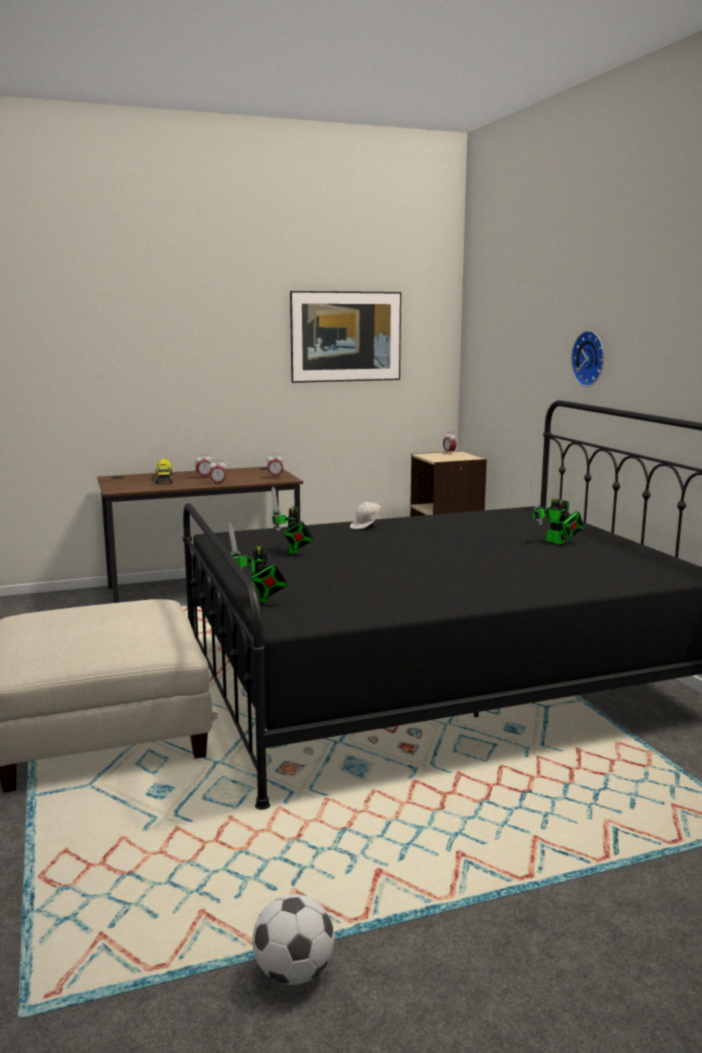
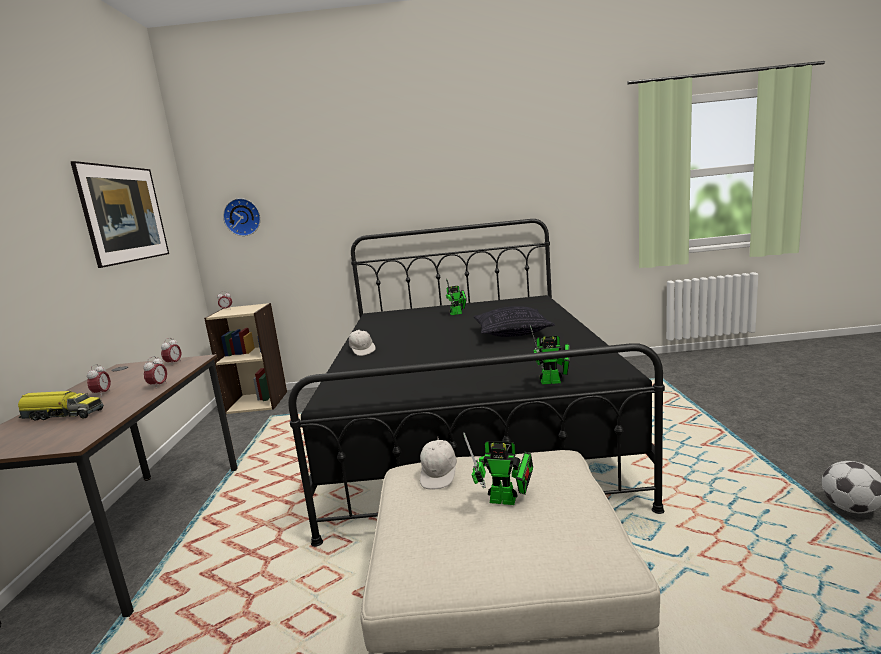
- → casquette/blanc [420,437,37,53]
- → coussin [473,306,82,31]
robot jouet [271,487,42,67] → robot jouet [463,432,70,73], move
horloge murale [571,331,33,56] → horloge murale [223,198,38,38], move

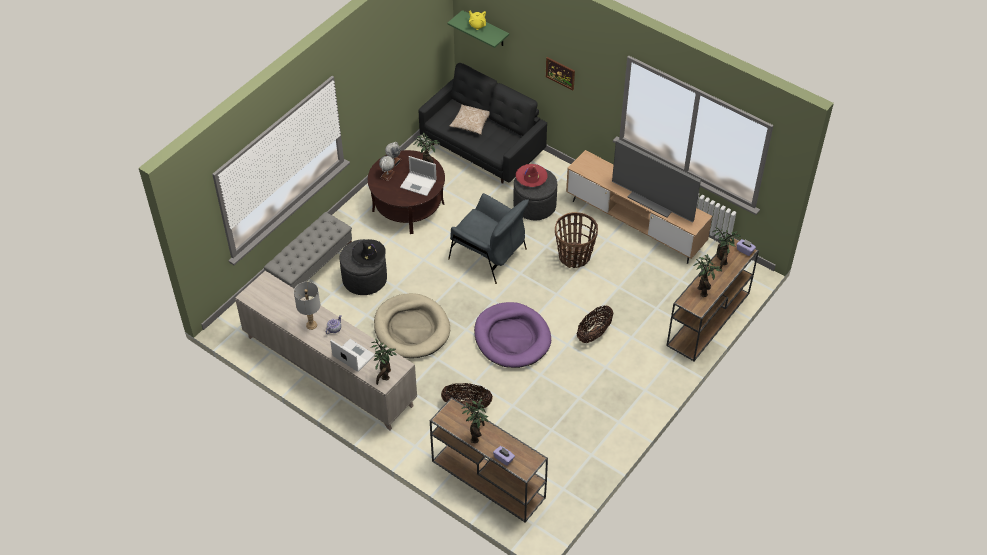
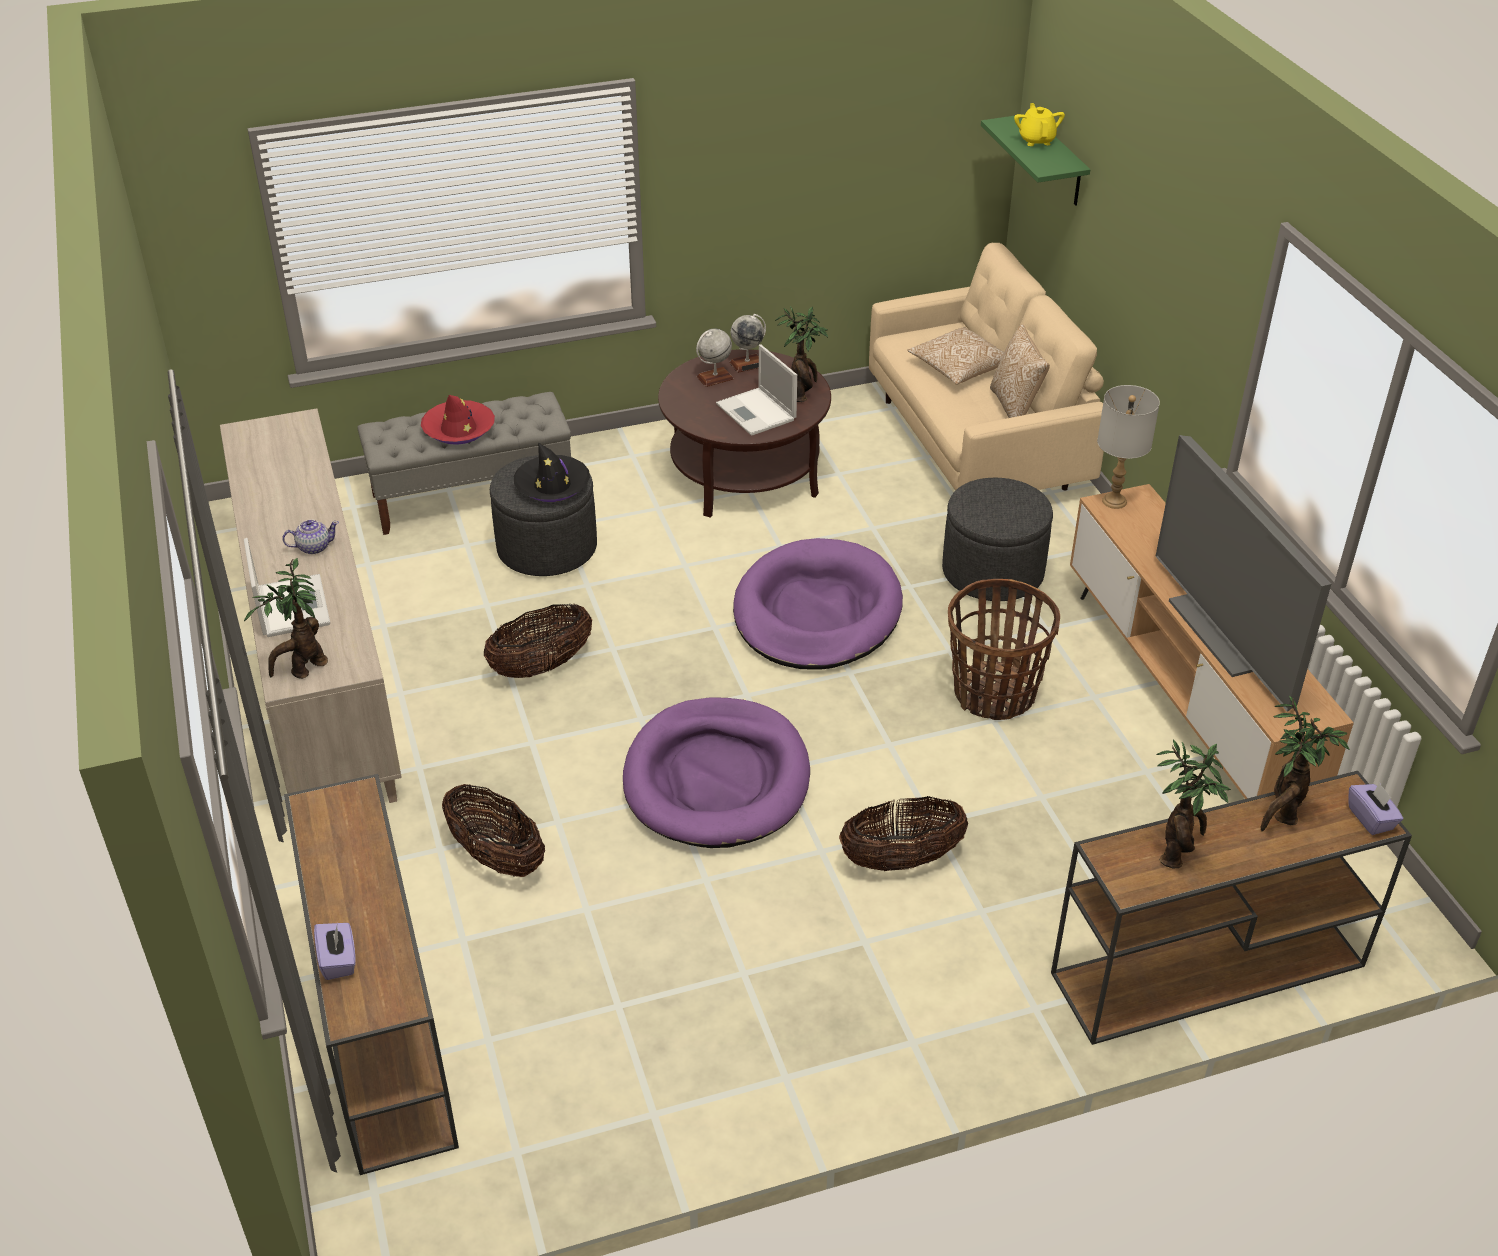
plante en pot [461,399,28,44] → -
tableau [546,57,29,34] → -
- → coussin [990,324,60,94]
lampe de table/gris [294,282,26,48] → lampe de table/gris [1097,385,63,124], move
chapeau/rouge [516,164,32,23] → chapeau/rouge [421,395,74,50], move
panier pour chien/beige [374,293,76,65] → panier [484,603,108,75]
fauteuil/gris [448,193,81,91] → panier pour chien/violet [733,538,170,132]
canapé/noir [419,63,128,120] → canapé/beige [869,243,235,248]

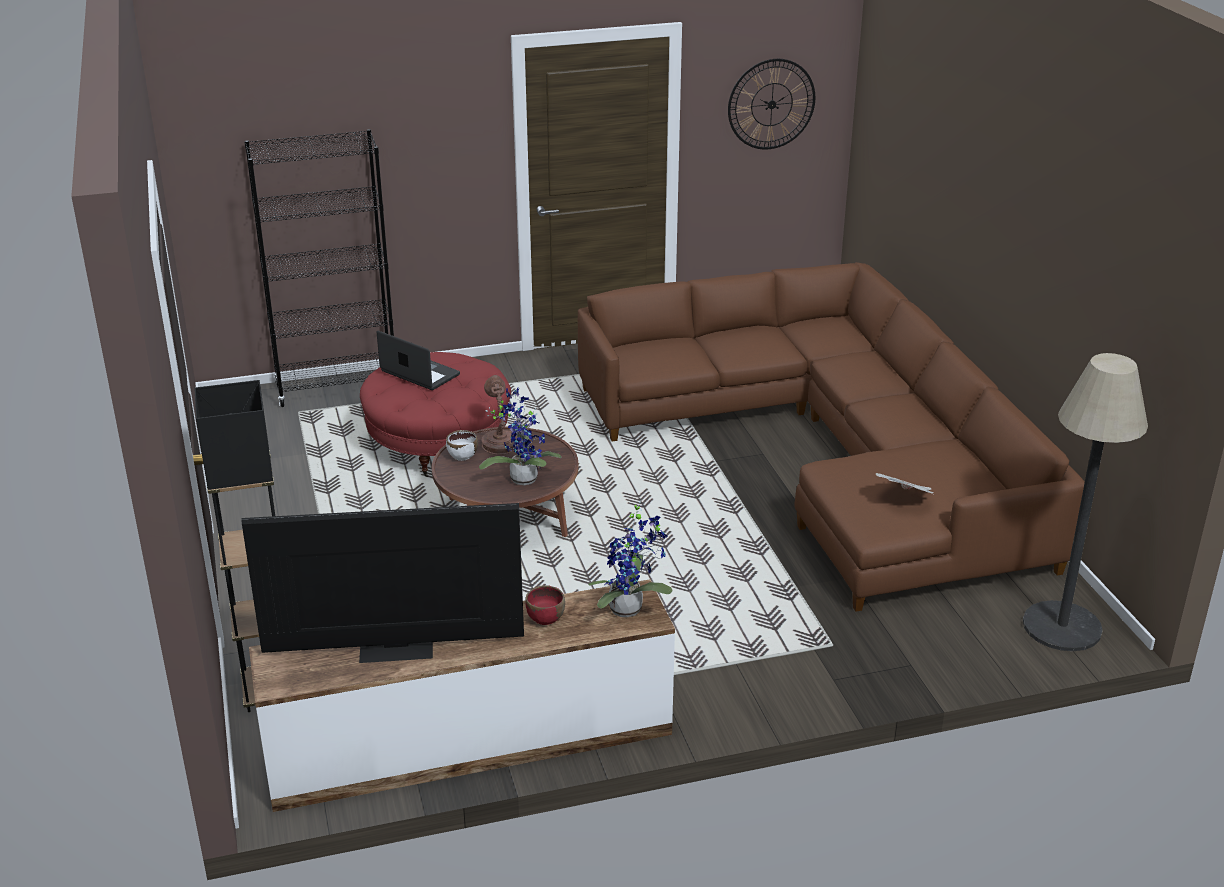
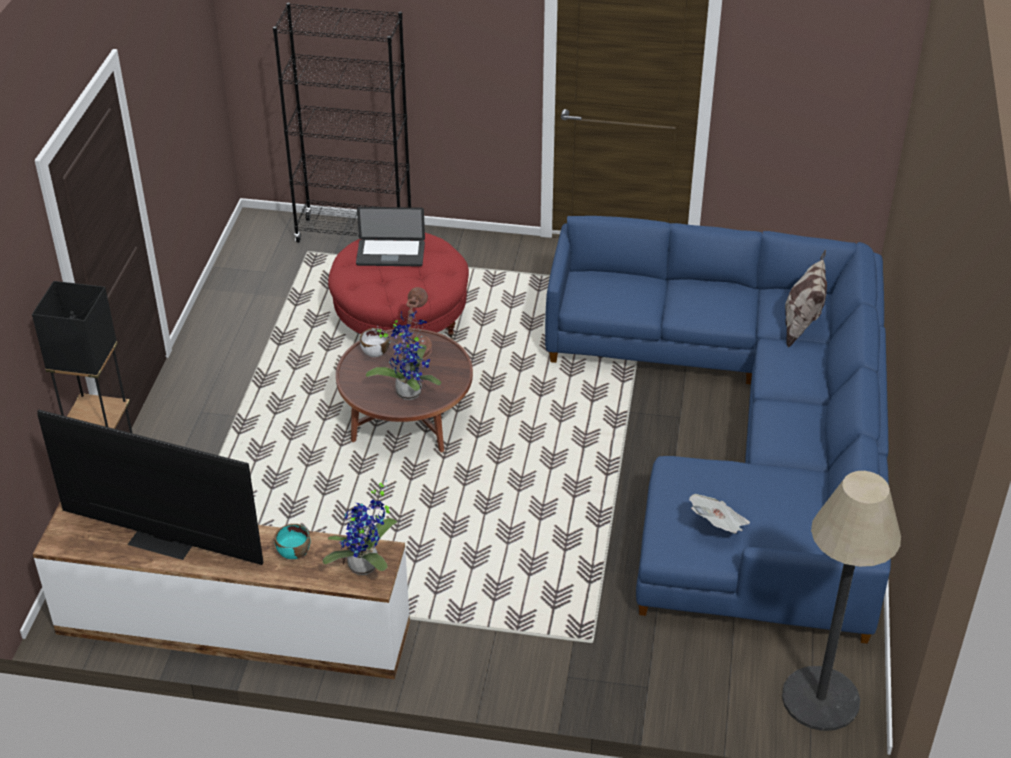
horloge murale [728,59,87,91] → -
- → coussin [785,250,42,97]
bol/rouge [525,585,40,40] → bol/turquoise [274,524,36,35]
canapé/marron [578,262,507,350] → canapé/bleu [545,216,346,428]
ordinateur portable [377,331,83,59] → ordinateur portable [356,207,69,59], 120 degrees clockwise

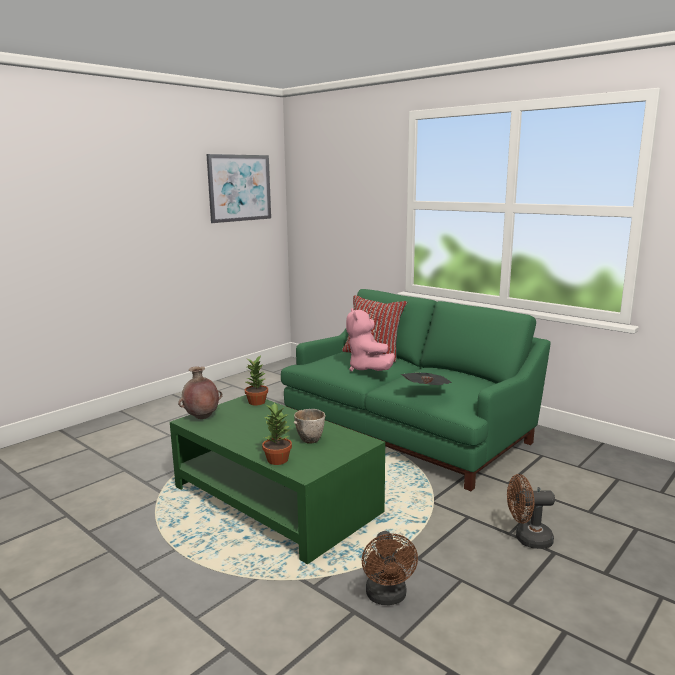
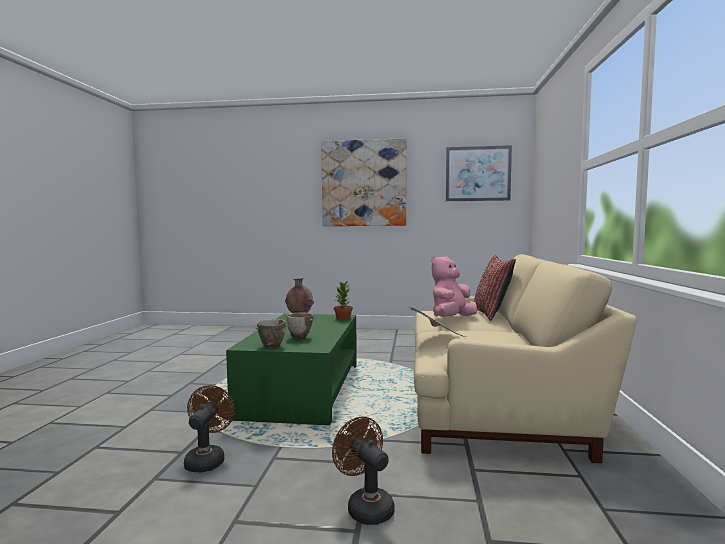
plante en pot [262,402,30,63] → -
- → bol [256,319,31,29]
- → tableau [321,138,86,88]
canapé/vert [281,289,269,202] → canapé/beige [414,254,223,209]
ventilateur/marron [362,531,56,74] → ventilateur/marron [184,385,51,87], 135 degrees clockwise

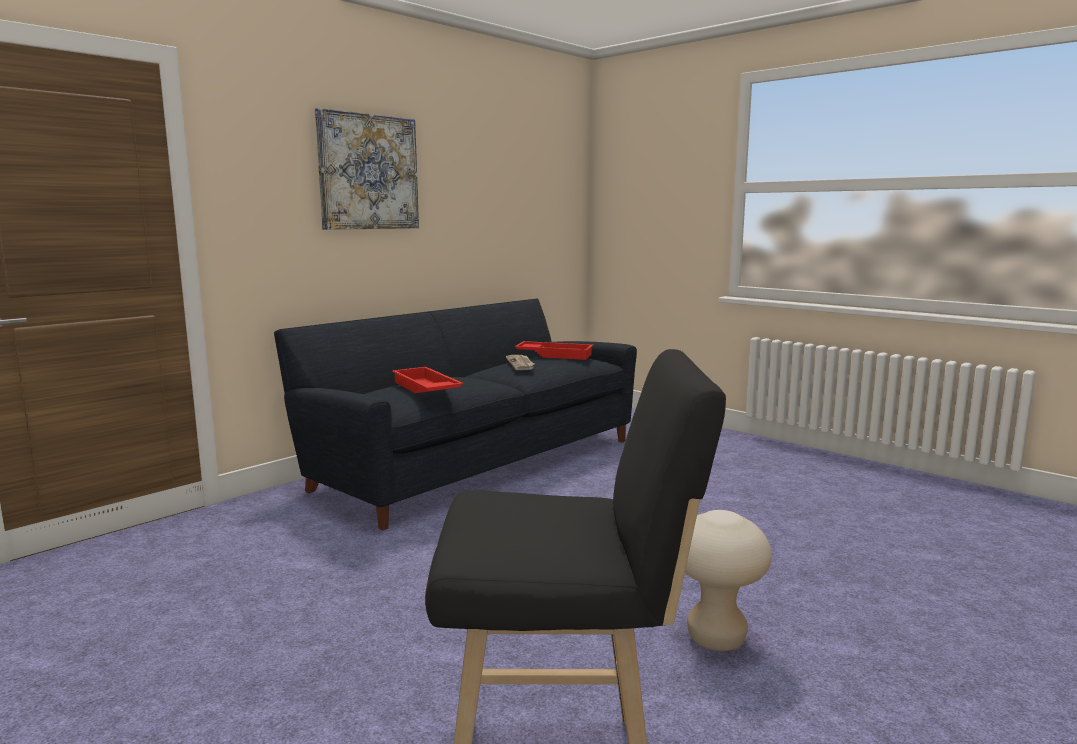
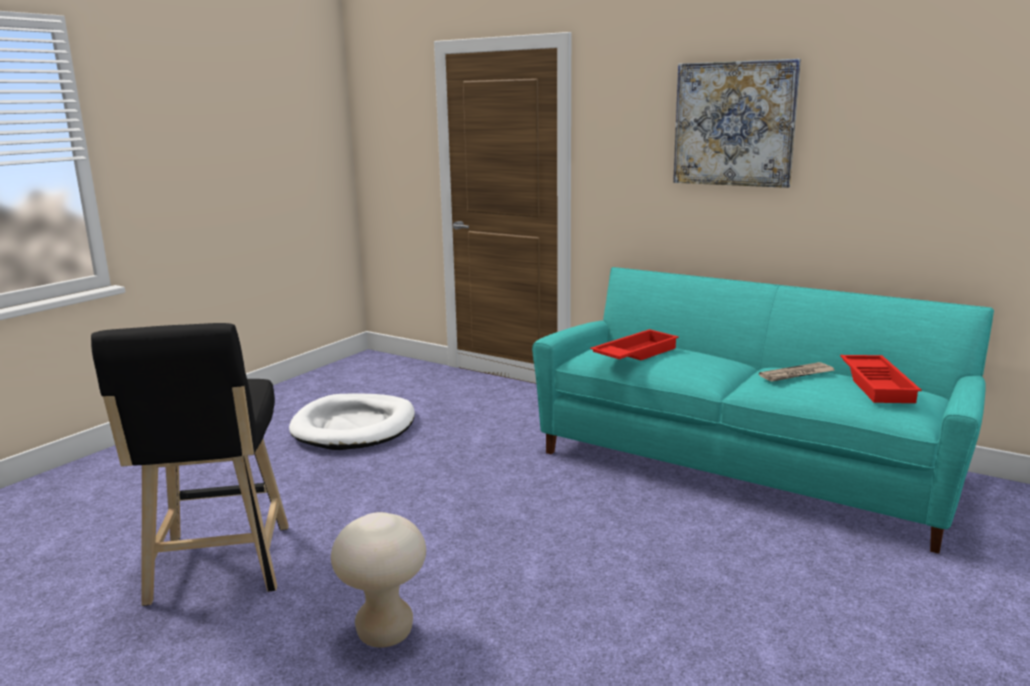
- → panier pour chien/blanc [289,394,126,56]
canapé/noir [274,299,363,232] → canapé/turquoise [532,267,462,287]

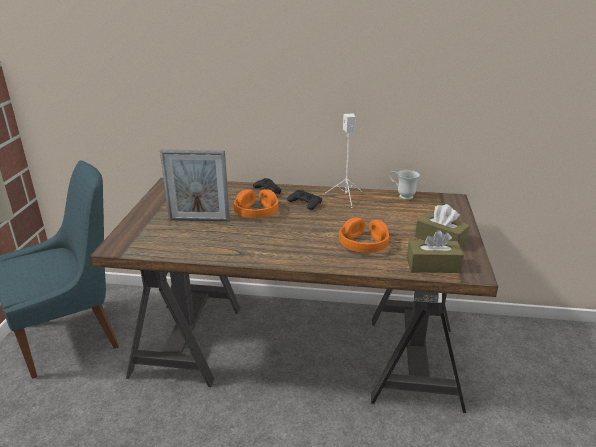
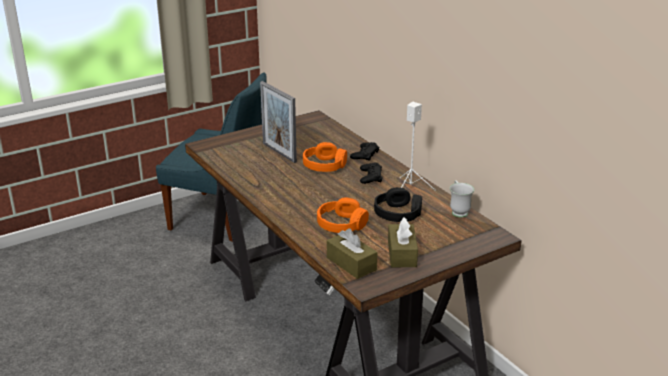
- → casque audio/noir [374,187,48,35]

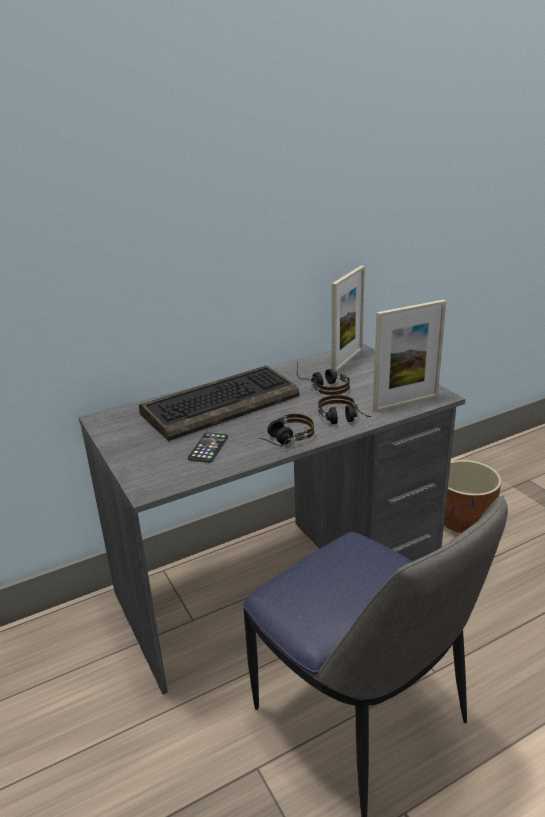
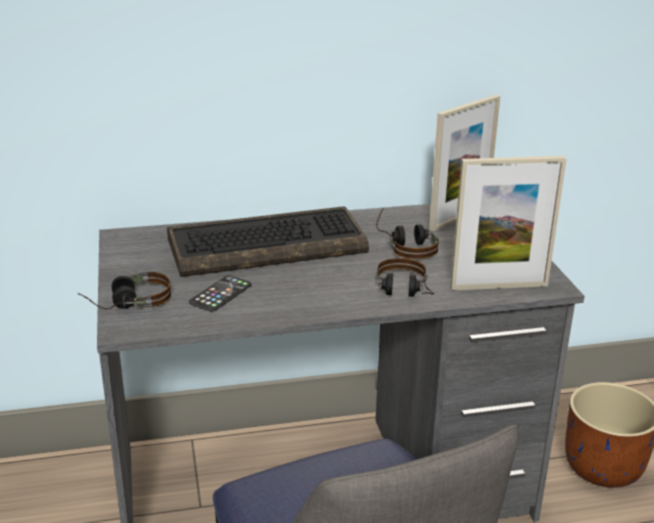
casque audio [259,414,55,32] → casque audio [78,272,93,38], move

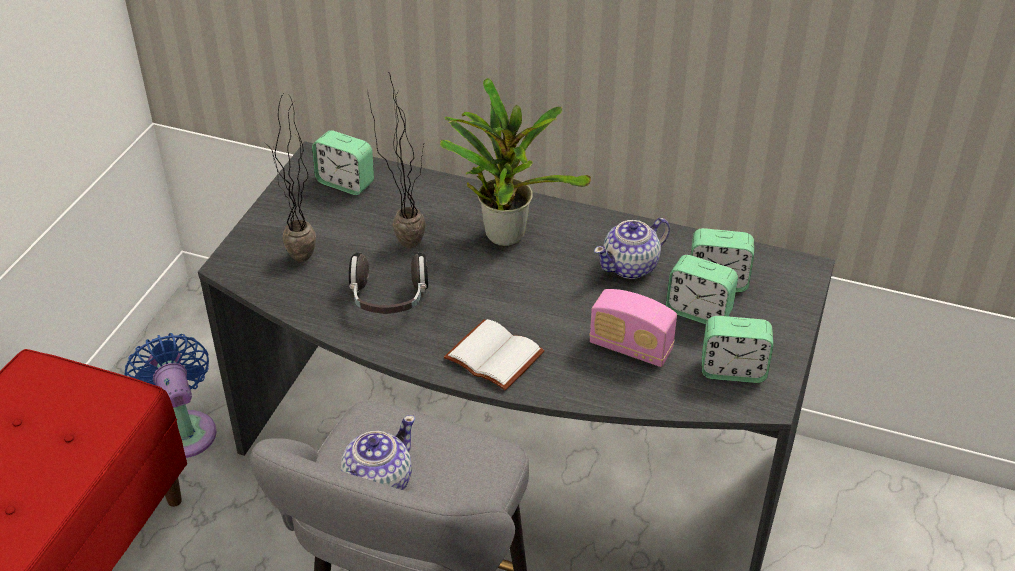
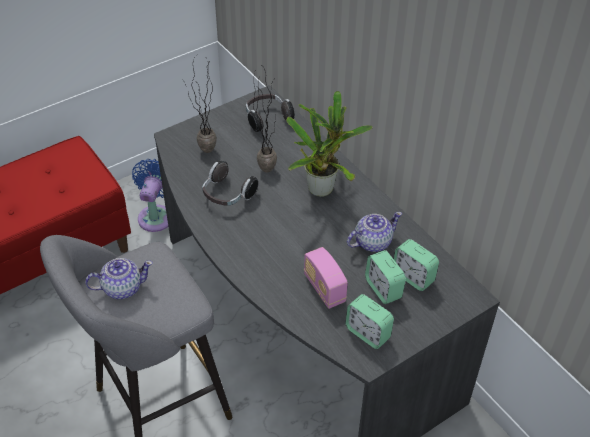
livre/blanc [444,319,101,72] → -
réveil [312,130,62,65] → casque audio [246,94,49,38]
théière [594,218,76,61] → théière [347,212,55,40], 150 degrees clockwise

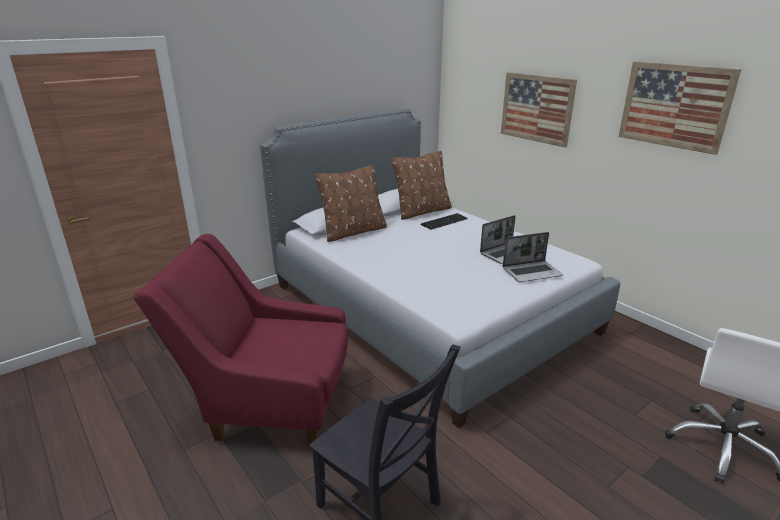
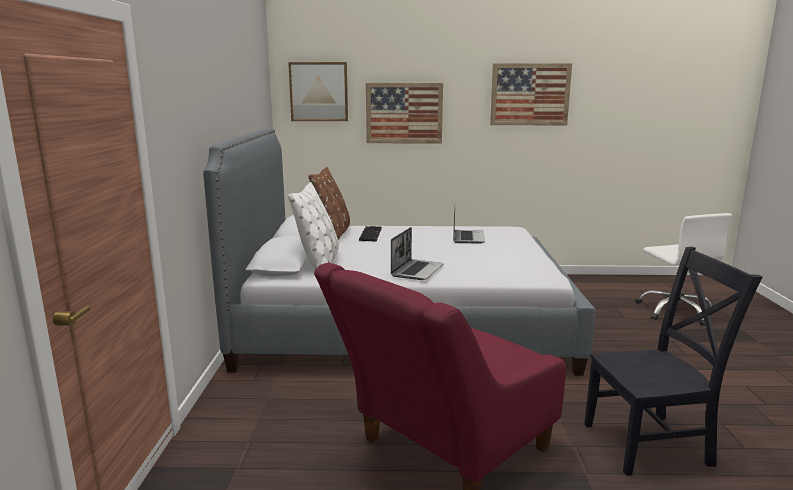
- → tableau [288,62,60,59]
ordinateur portable [503,232,60,50] → ordinateur portable [391,227,53,53], move
coussin/marron [314,165,73,77] → coussin/blanc [288,182,51,88]

